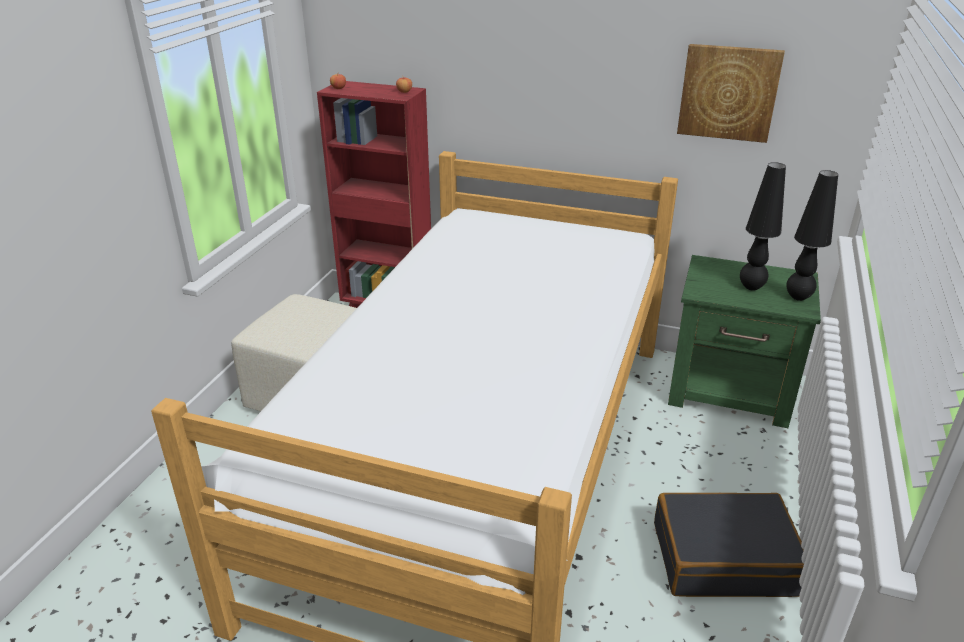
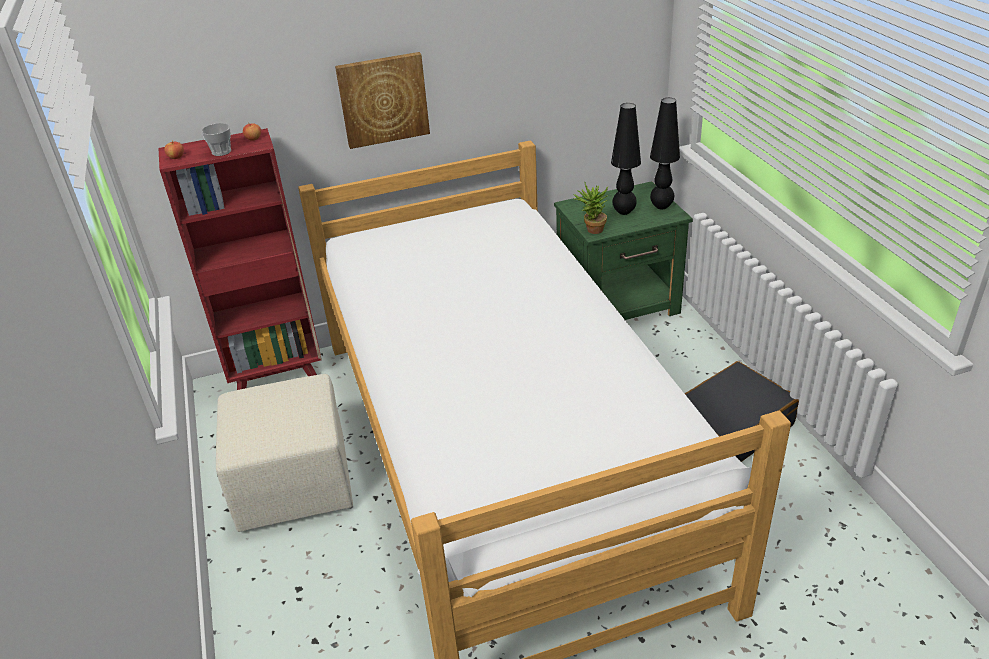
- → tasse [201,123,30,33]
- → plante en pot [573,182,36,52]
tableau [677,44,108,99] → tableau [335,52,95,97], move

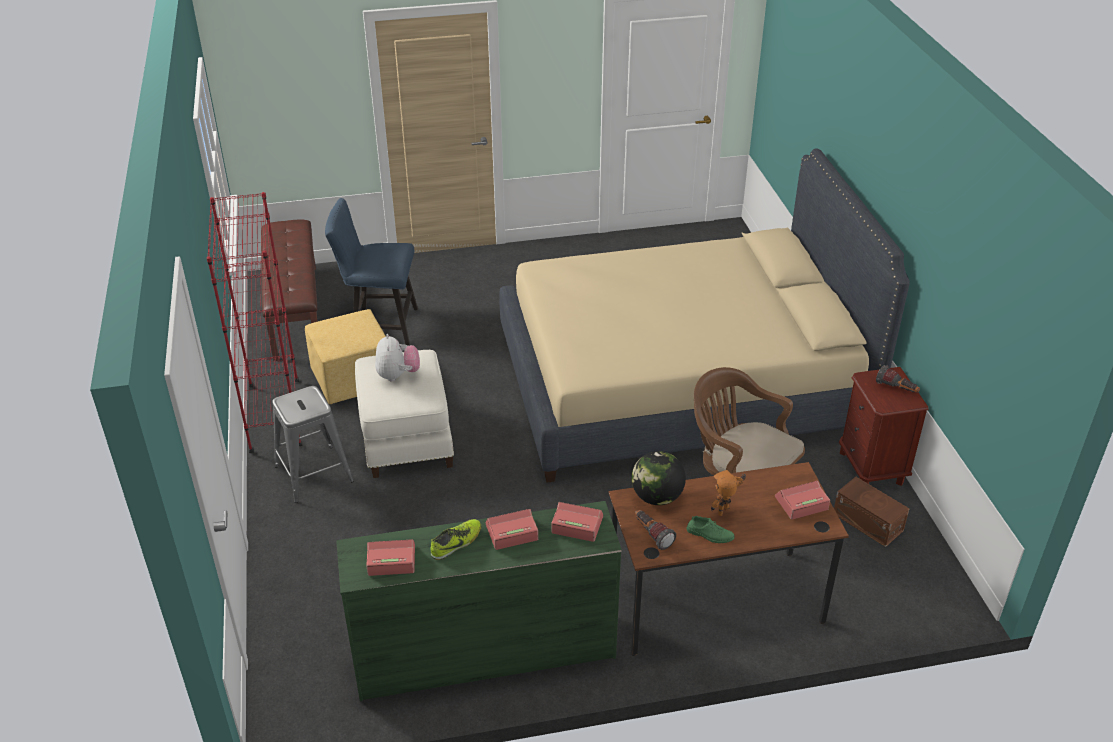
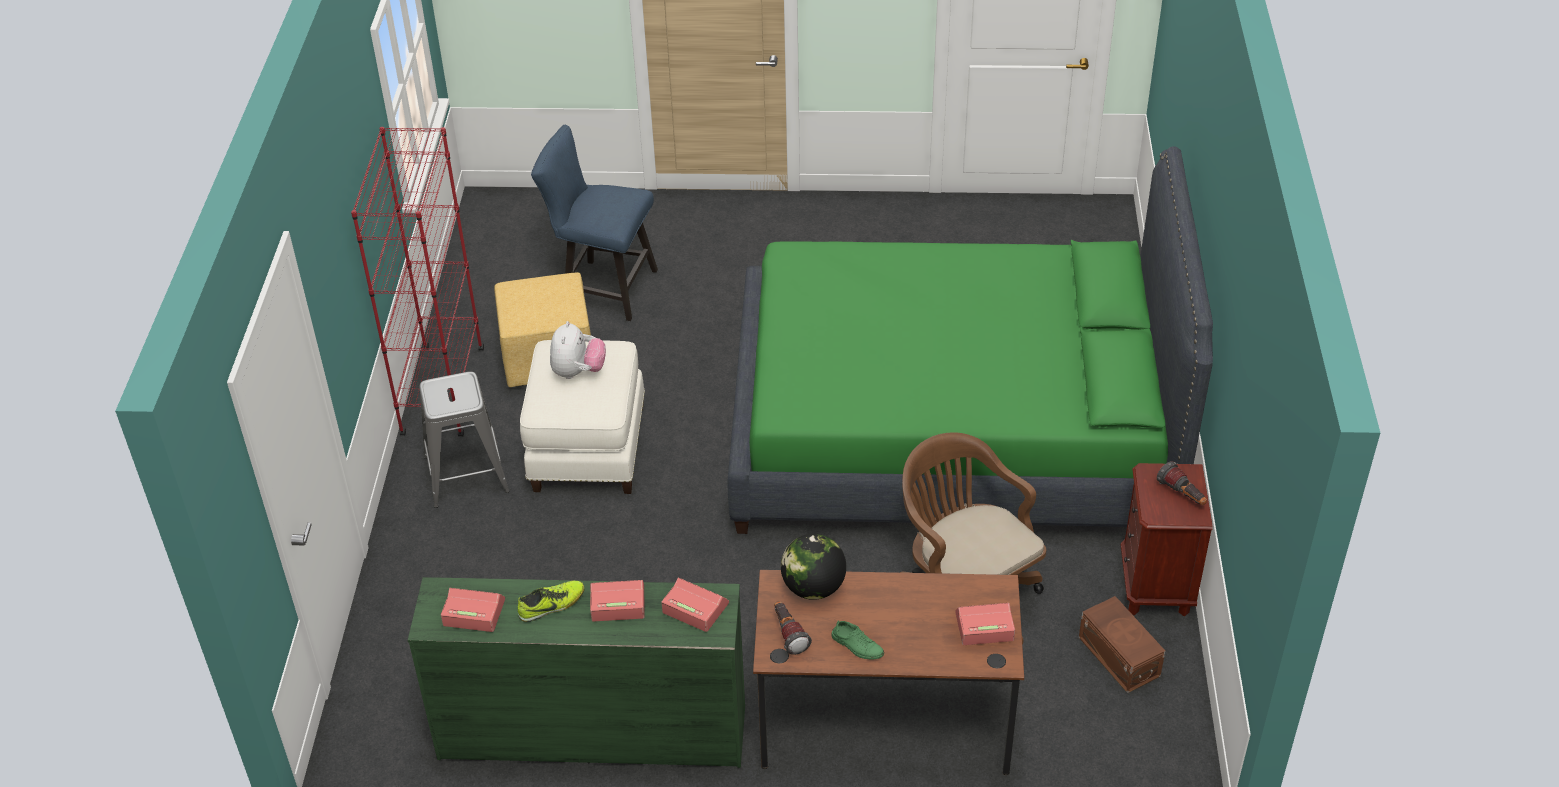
banc/marron [261,219,57,142] → -
robot jouet [711,470,35,46] → -
lit/beige [499,148,411,335] → lit/vert [727,146,486,388]

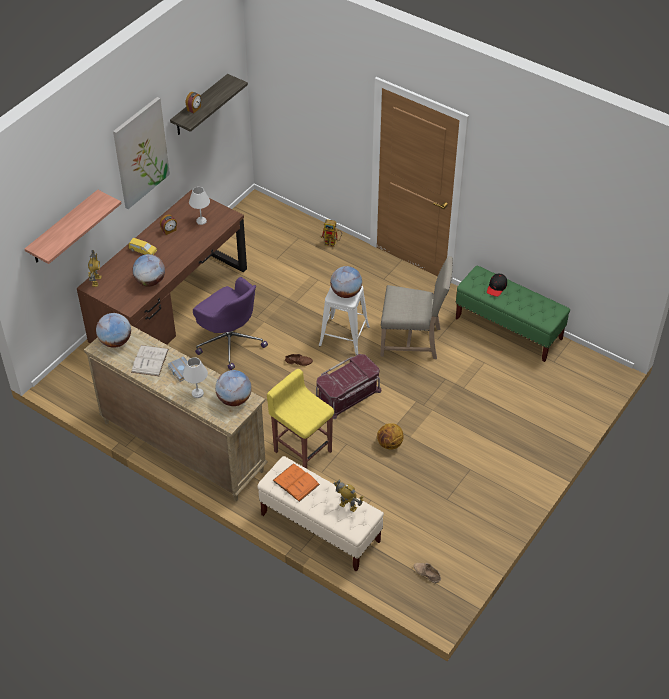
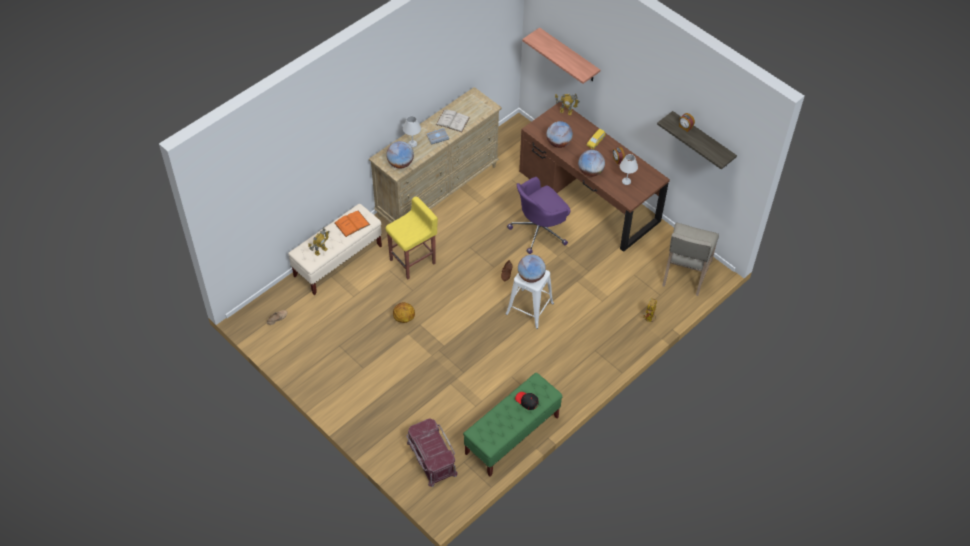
tableau [113,97,57,112] → -
globe [96,313,35,35] → globe [578,150,27,27], move
boîte de rangement/rouge [316,354,65,65] → boîte de rangement/rouge [406,418,52,69], move
chaise/beige [380,256,73,103] → chaise/beige [662,223,57,73], move

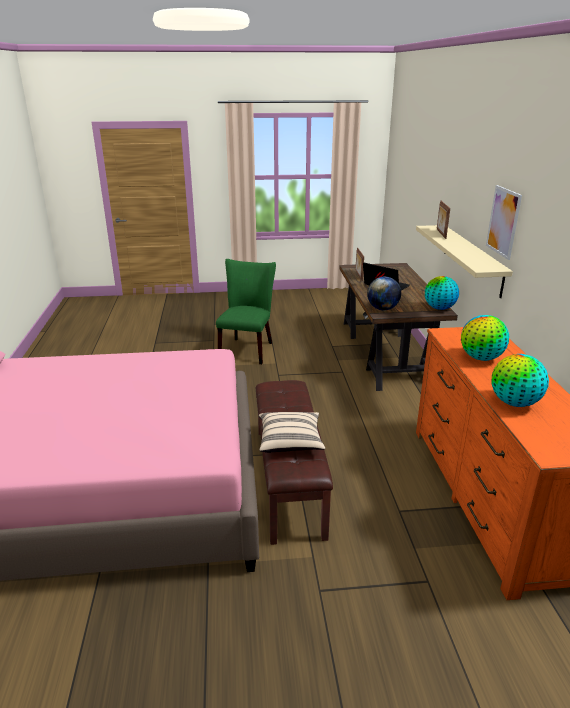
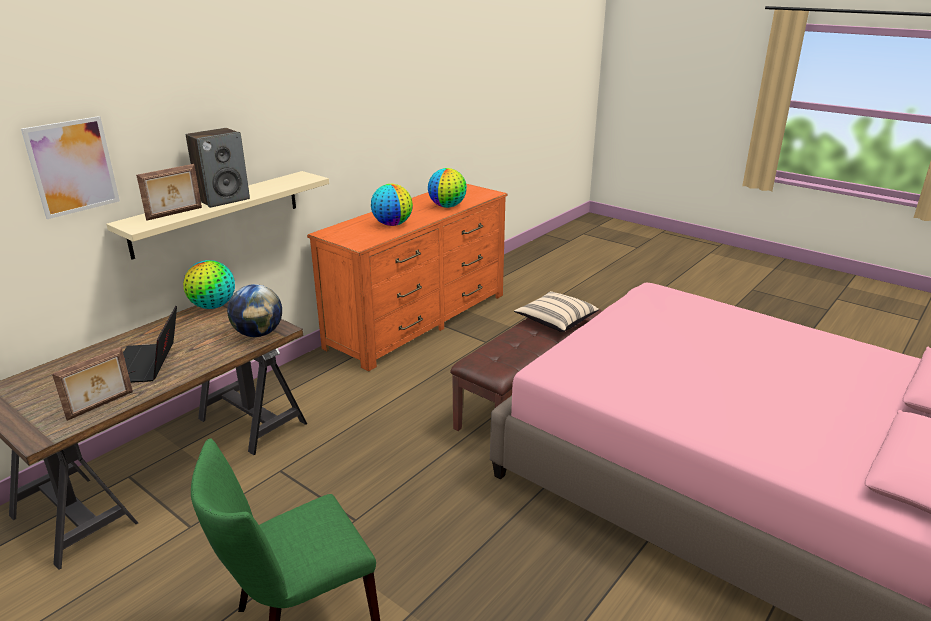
- → enceinte [186,128,64,80]
tableau [486,185,36,75] → tableau [21,116,99,103], move

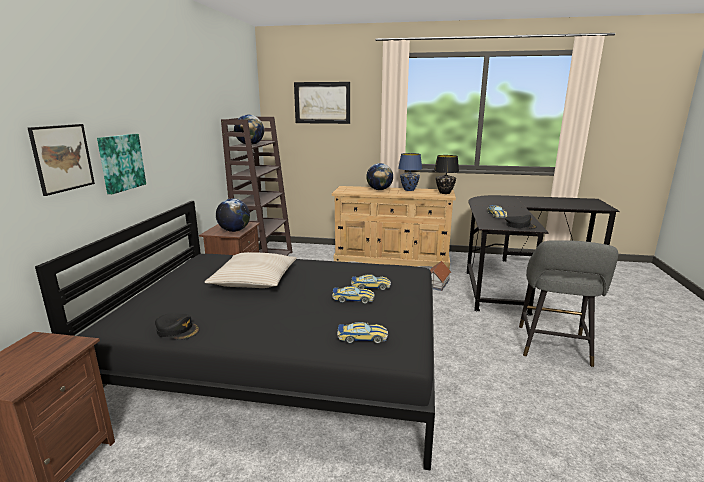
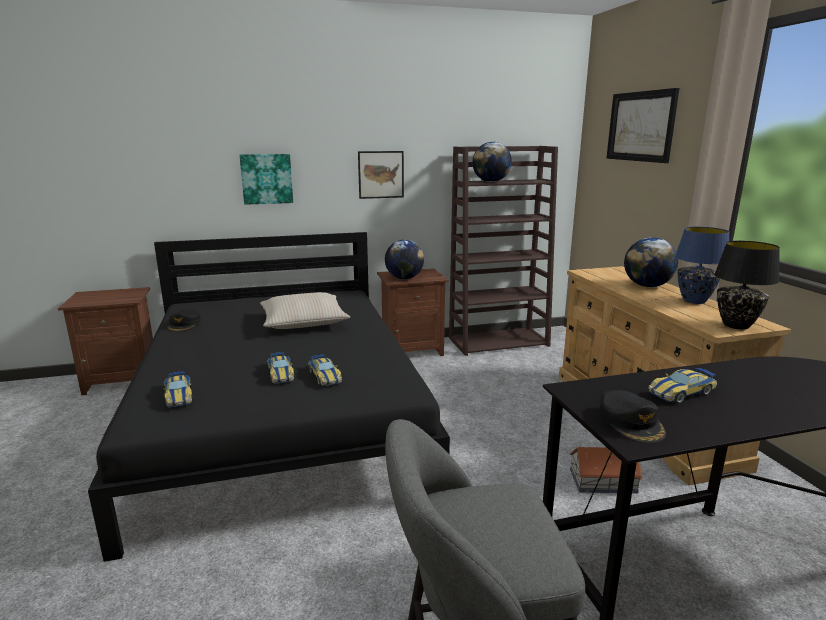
tableau [28,124,67,72] → tableau [358,151,46,48], move

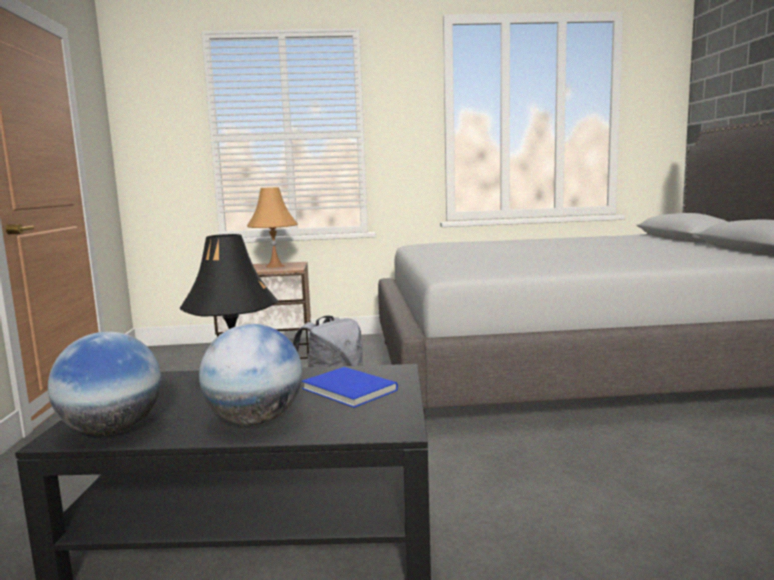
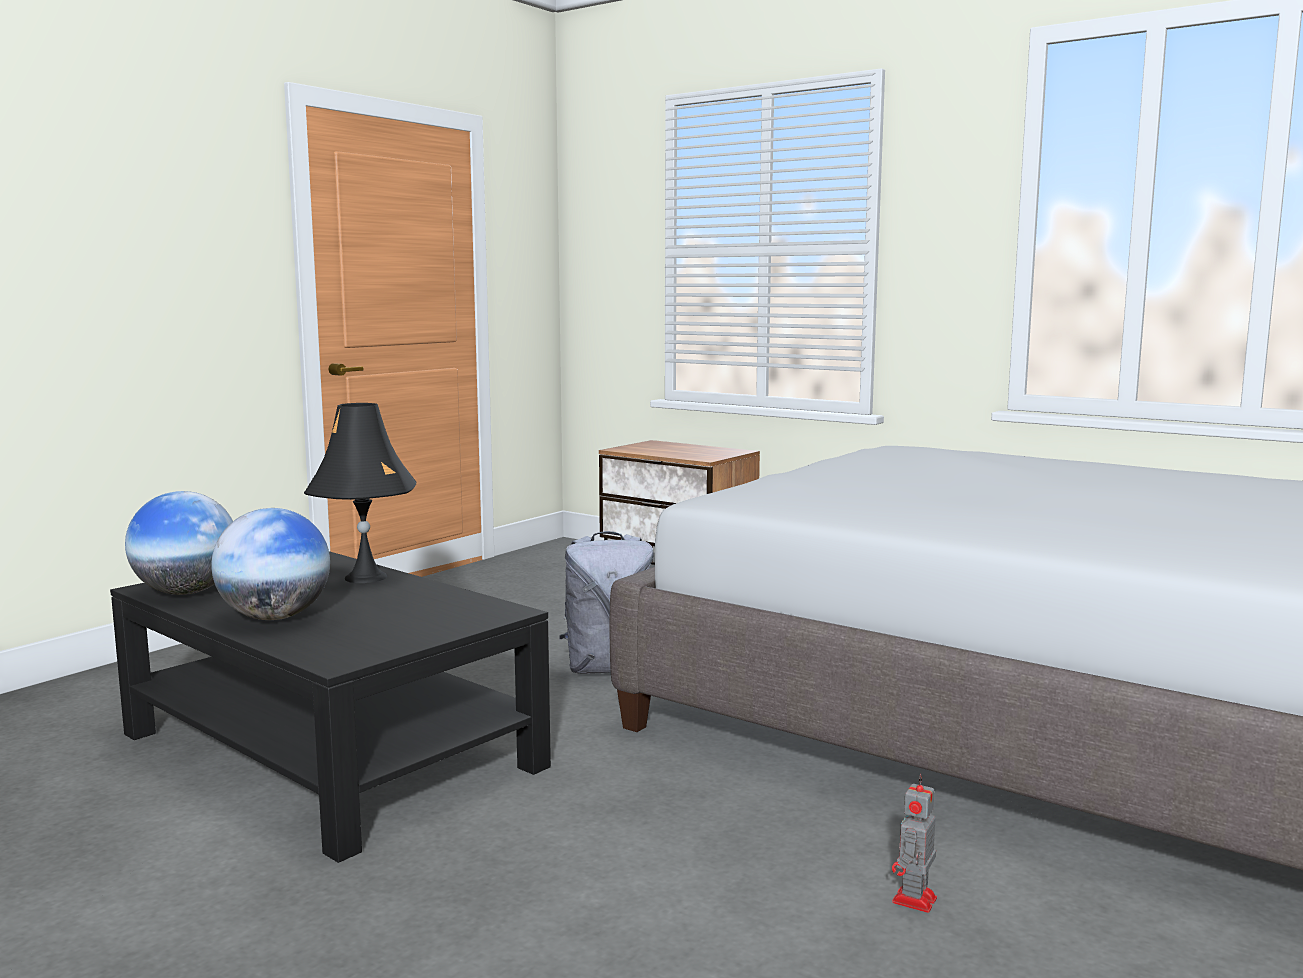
lampe de table/orange [247,187,51,81] → -
livre/bleu [302,367,96,41] → -
- → robot jouet [892,774,45,139]

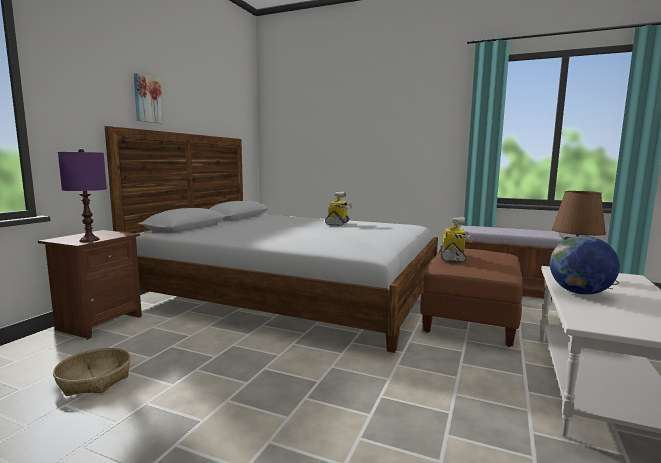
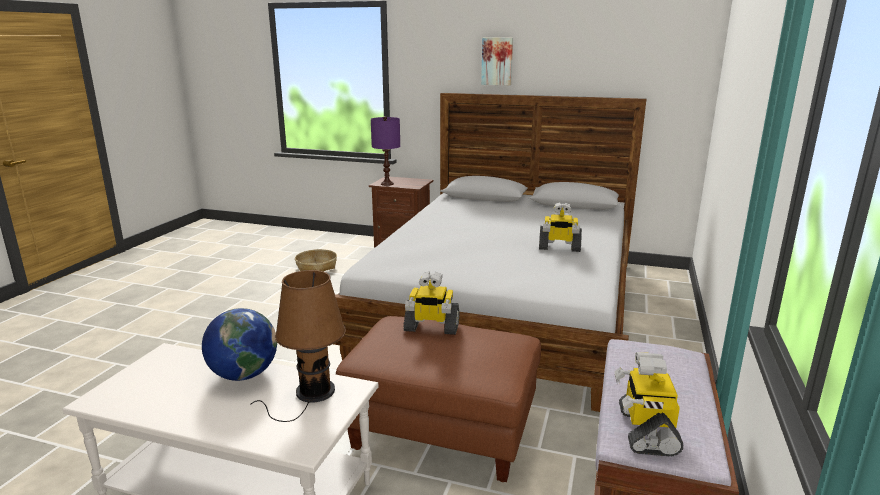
- → robot jouet [614,352,69,104]

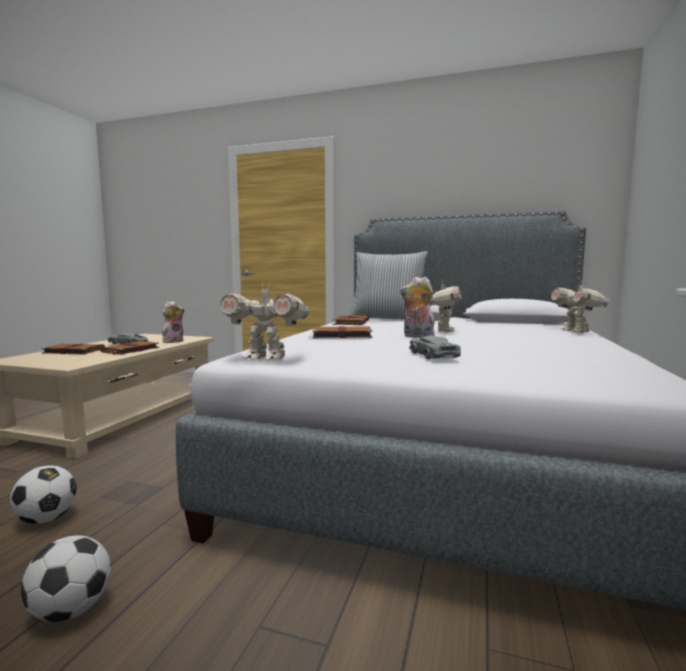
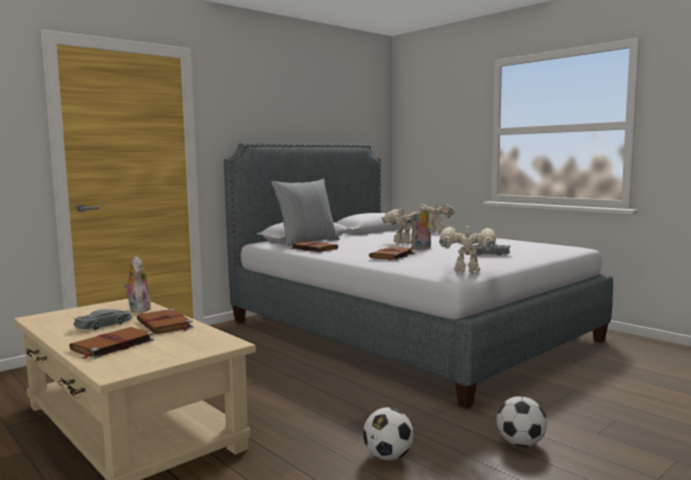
robot jouet [220,281,89,79] → robot jouet [439,221,57,51], 120 degrees counterclockwise

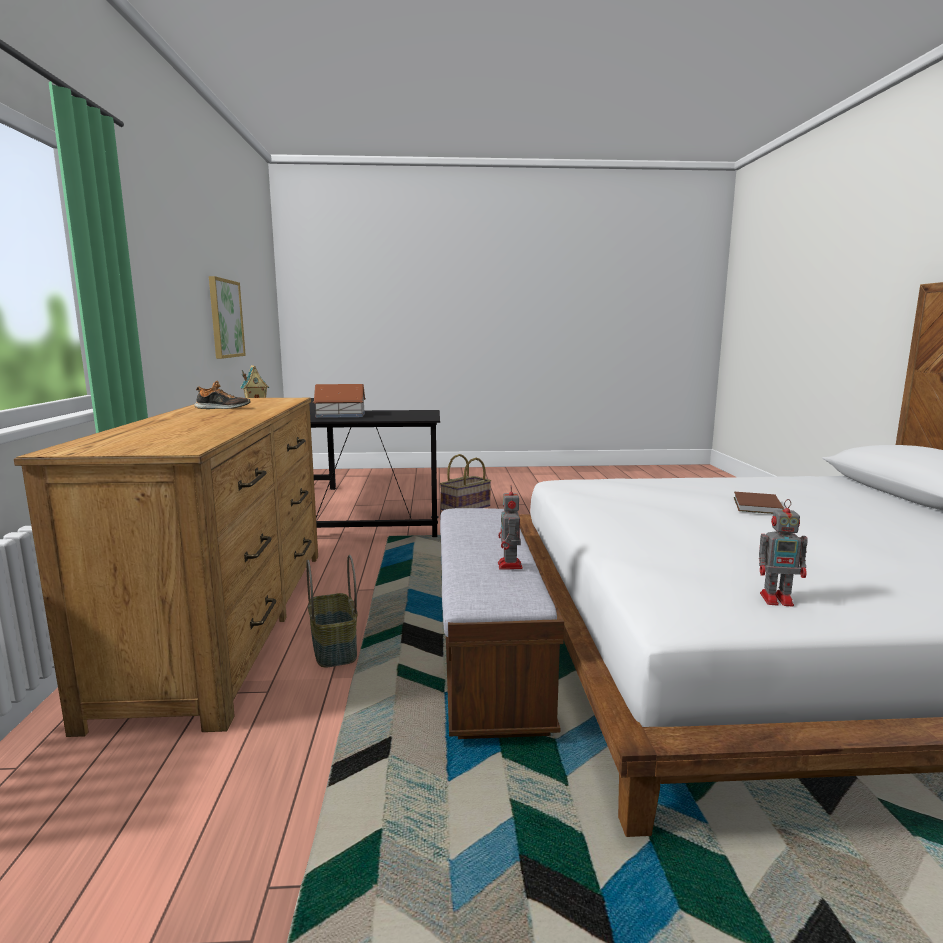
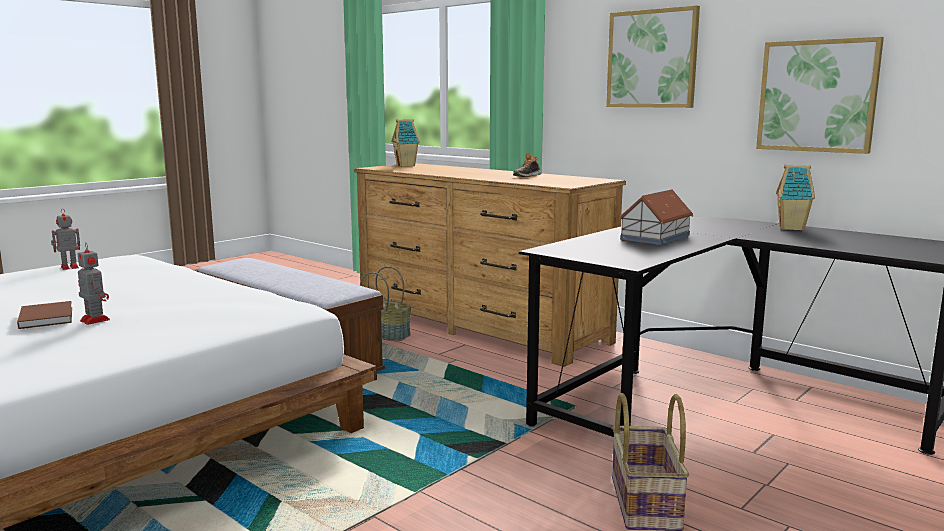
- → maison miniature [391,119,29,48]
- → tableau [606,5,94,103]
robot jouet [498,485,25,85] → robot jouet [78,243,32,82], move

